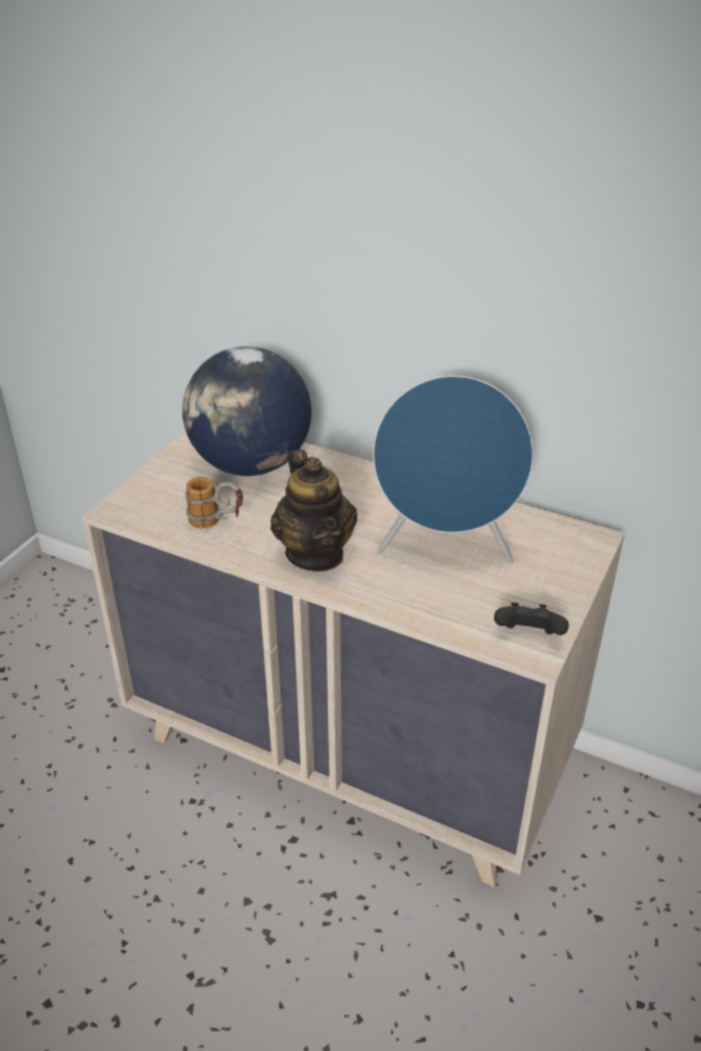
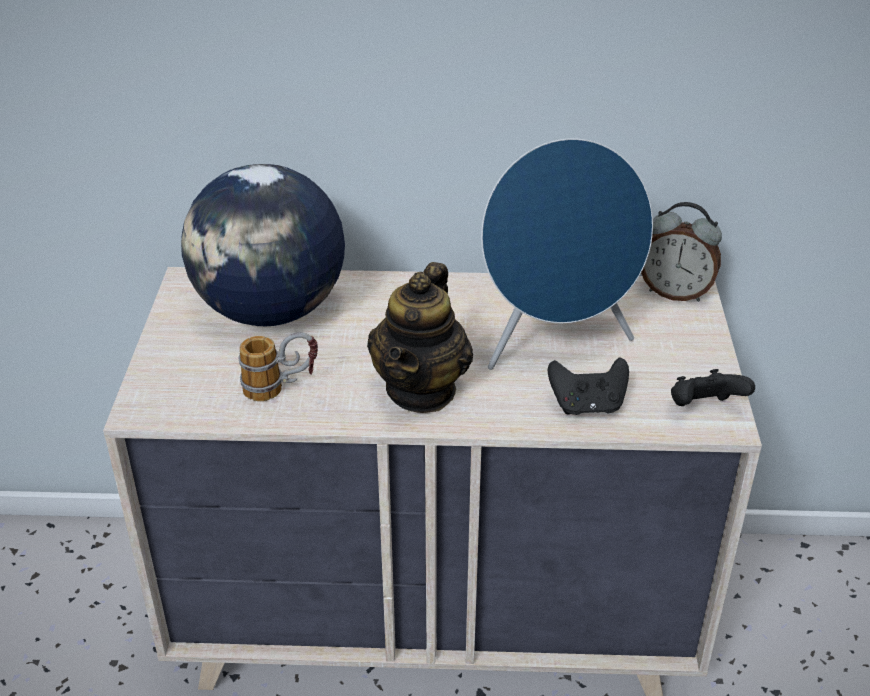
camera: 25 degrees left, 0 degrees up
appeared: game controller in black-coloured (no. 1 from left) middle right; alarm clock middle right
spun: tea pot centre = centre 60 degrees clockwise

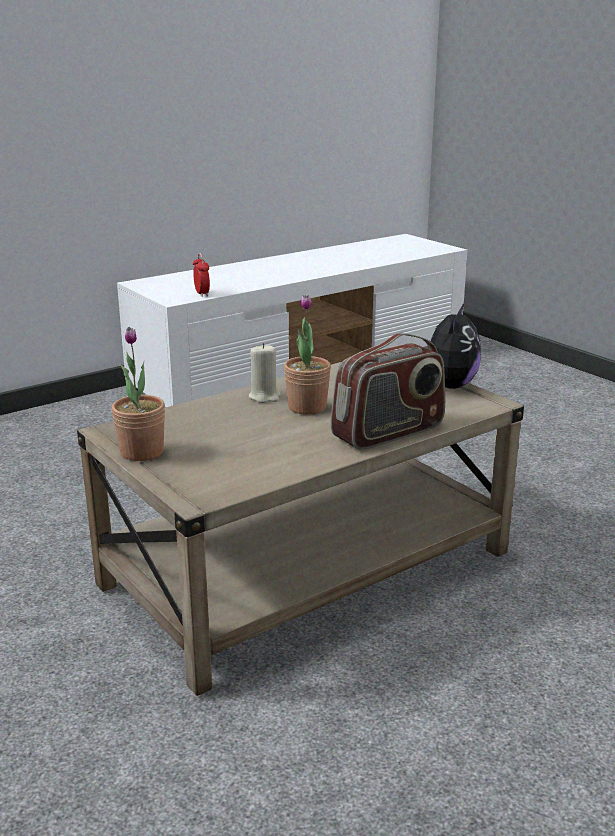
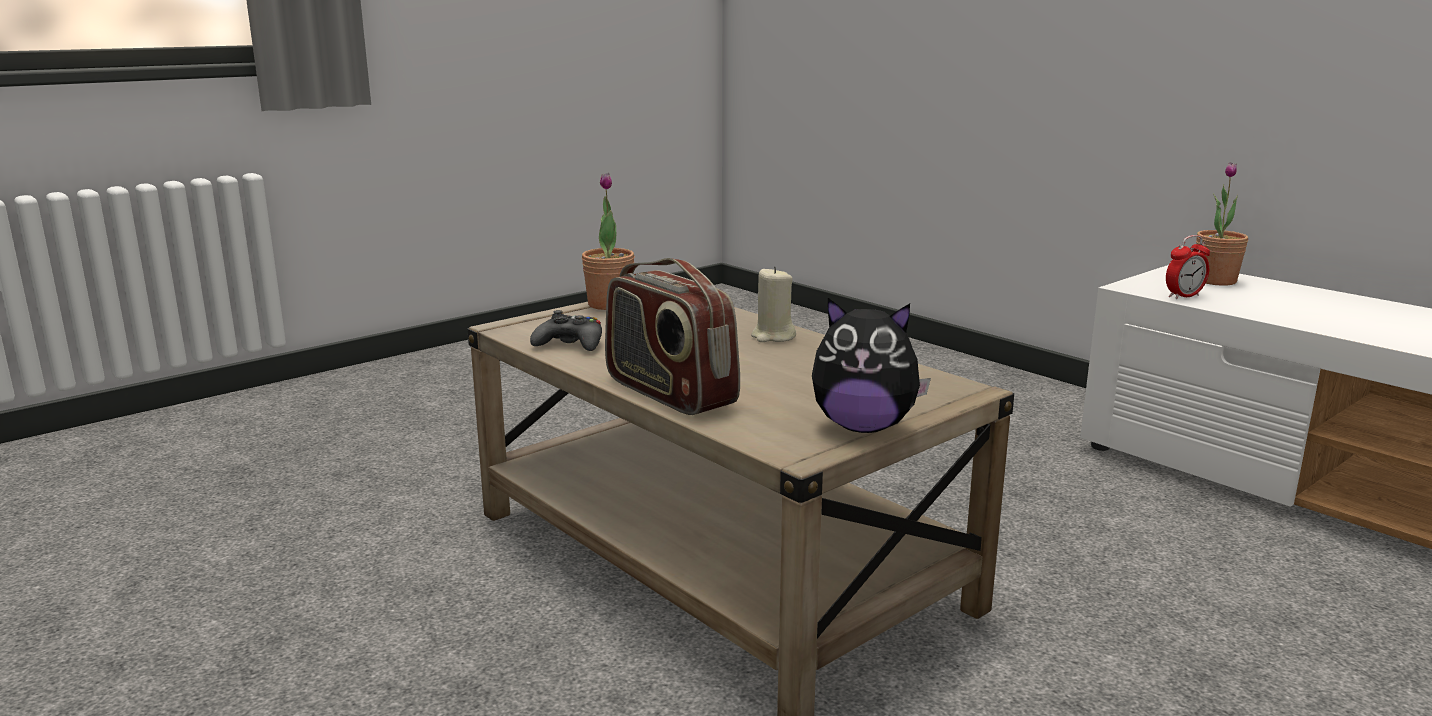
camera: 85 degrees right, 5 degrees down
appeared: game controller in black-coloured centre
relocated: potted plant (no. 2 from left) centre to top right

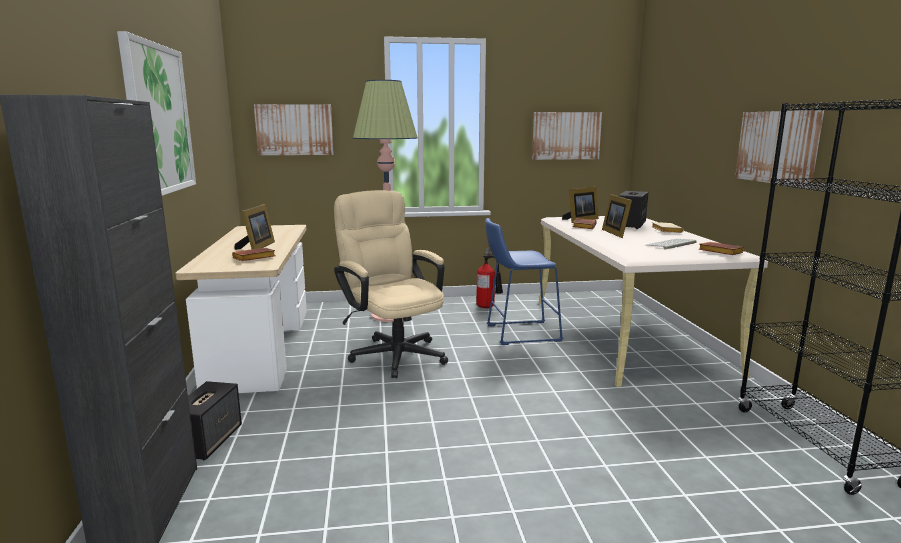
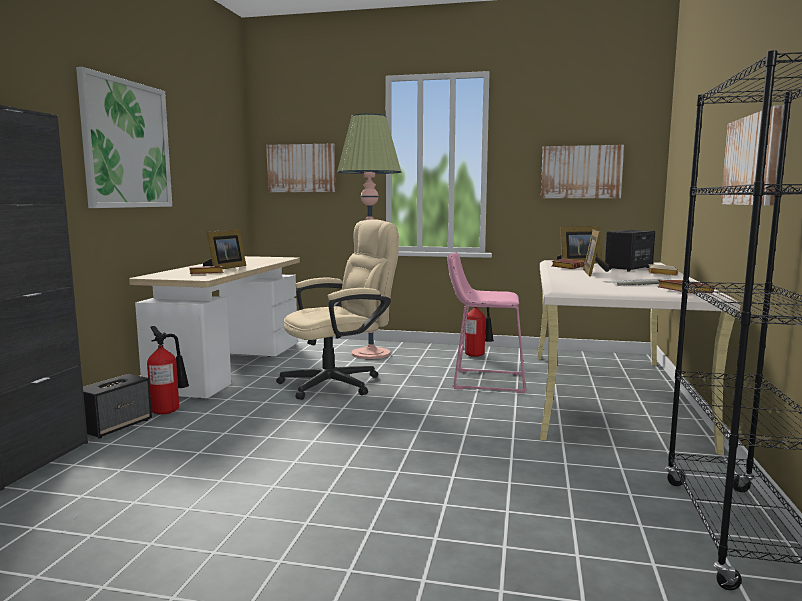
camera: 20 degrees right, 5 degrees down
appeared: fire-fighting cylinder (no. 1 from left) middle left
colour: sitting stool in blue centre to sitting stool in pinkish centre
spun: desk chair in beige-coloured centre = centre 75 degrees clockwise

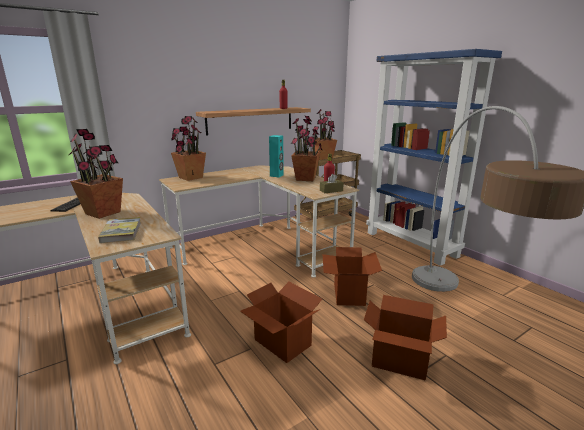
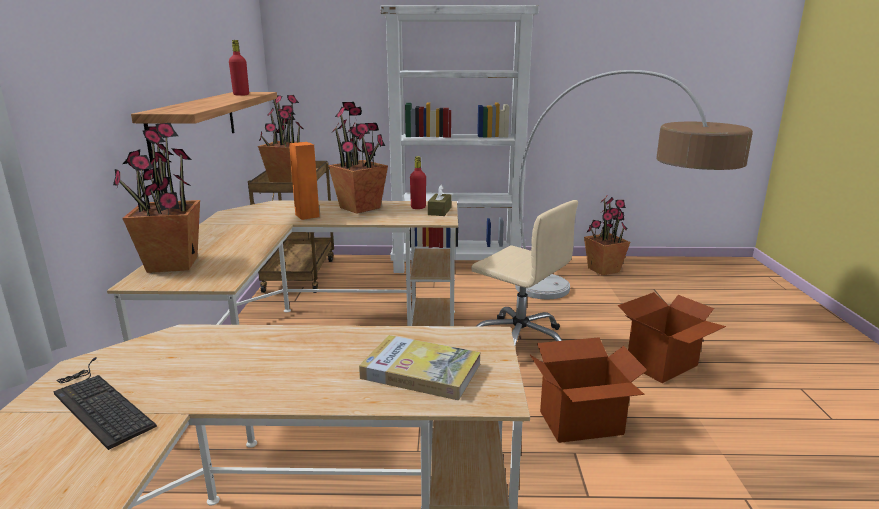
camera: 55 degrees left, 0 degrees up
relocated: potted plant (no. 1 from left in the first image) middle left to potted plant (no. 4 from left) middle right
exchanged: carton (no. 2 from left) centre to desk chair in beige-coloured centre
colour: audio speaker in blue-green centre to audio speaker in orange centre; bookshelf in blue middle right to bookshelf in whitish top centre

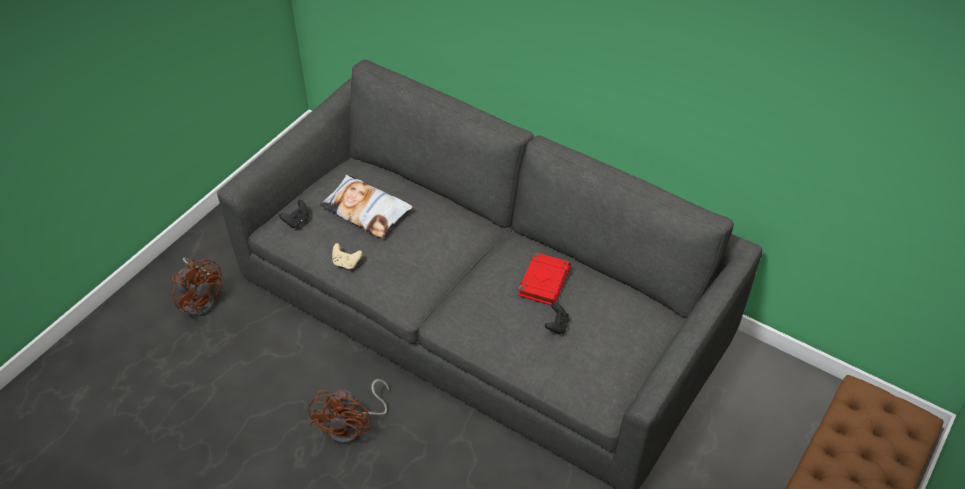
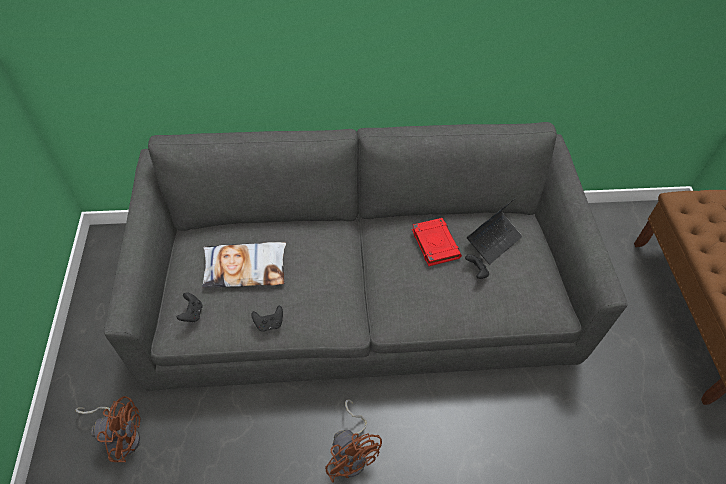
camera: 40 degrees left, 5 degrees up
appeared: portable computer middle right
colour: game controller in beige-coloured centre to game controller in black-coloured (no. 2 from left) centre

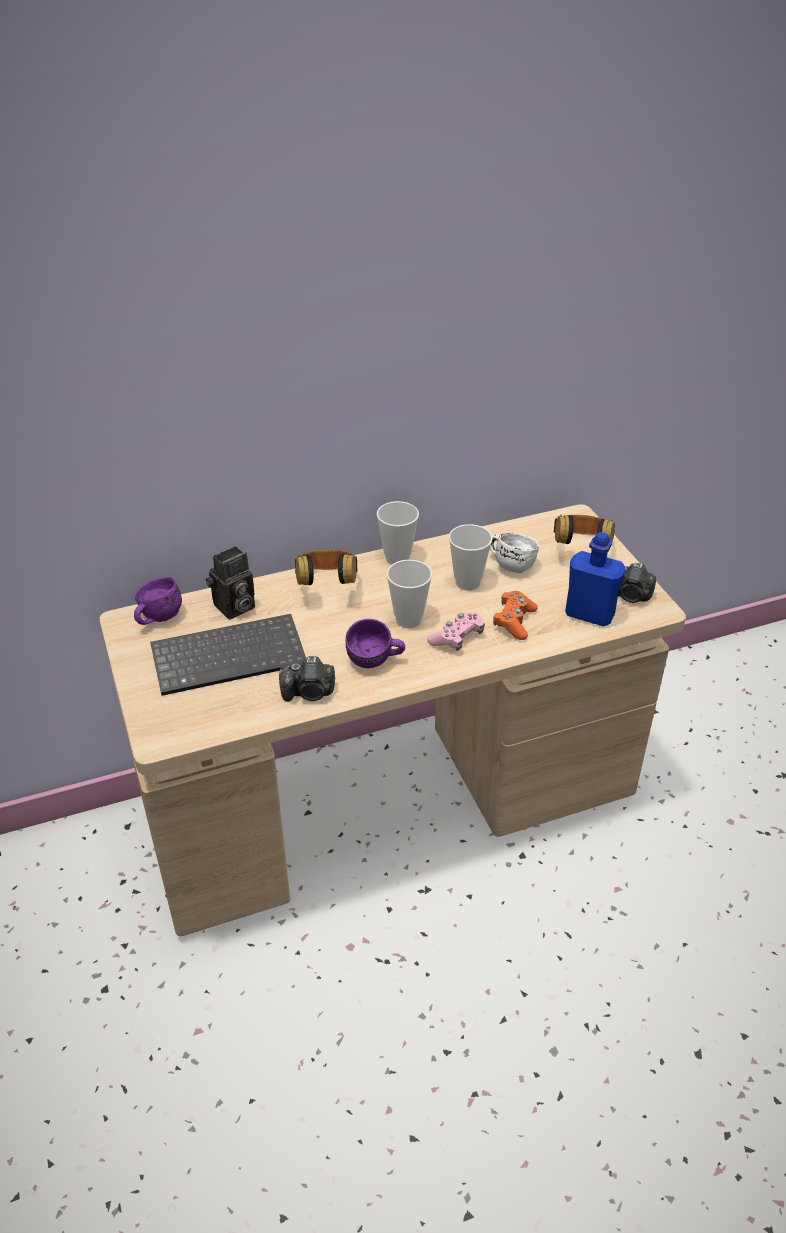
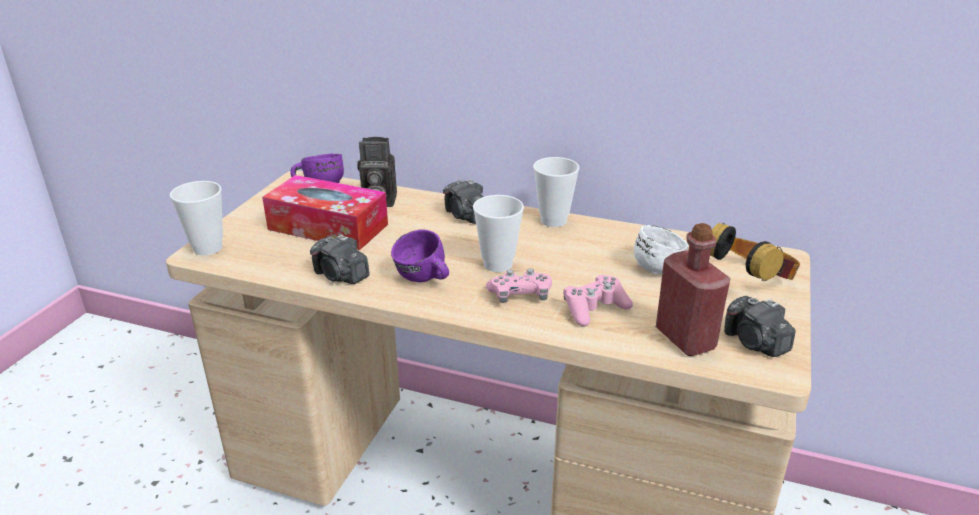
camera: 40 degrees right, 10 degrees down
relocated: cup (no. 3 from left in the first image) centre to cup (no. 1 from left) middle left
exchanged: keyboard middle left to tissue box middle left; headset (no. 1 from left) centre to still camera (no. 3 from left) centre
colour: game controller in orange centre to game controller in pinkish (no. 2 from left) centre; bottle in blue middle right to bottle in red middle right

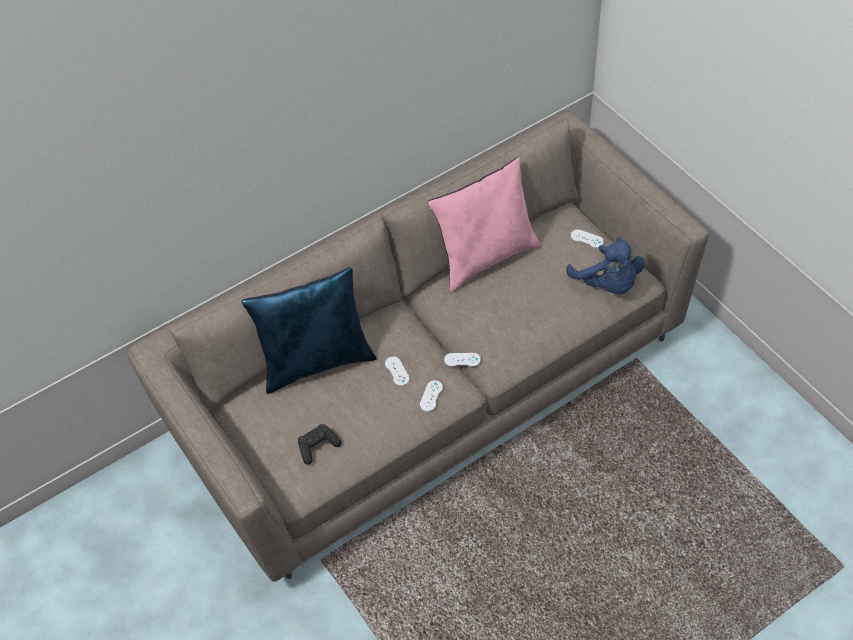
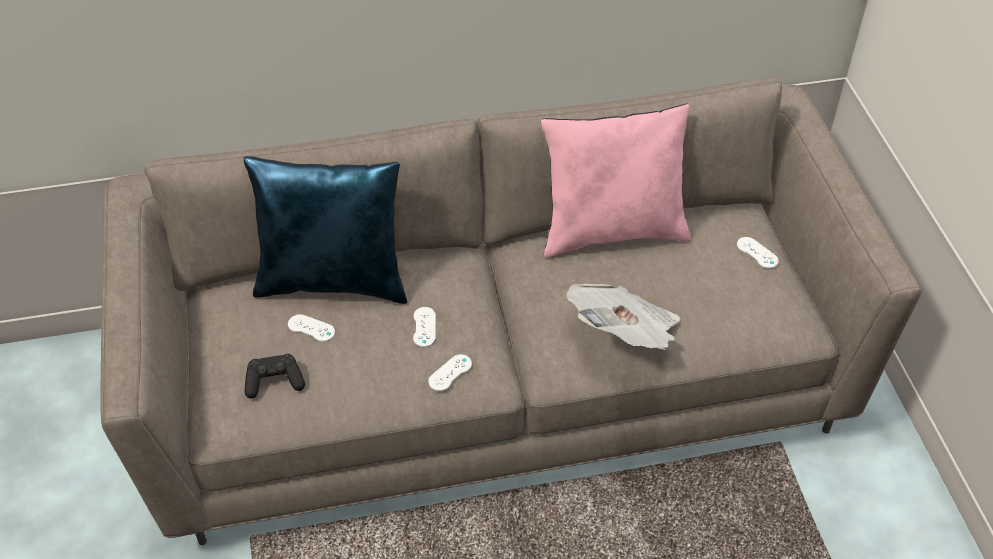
camera: 20 degrees right, 5 degrees down
missing: soft toy in blue middle right
appeared: daily paper centre
relocated: game controller in whitish (no. 3 from left in the first image) centre to game controller in whitish (no. 1 from left) middle left

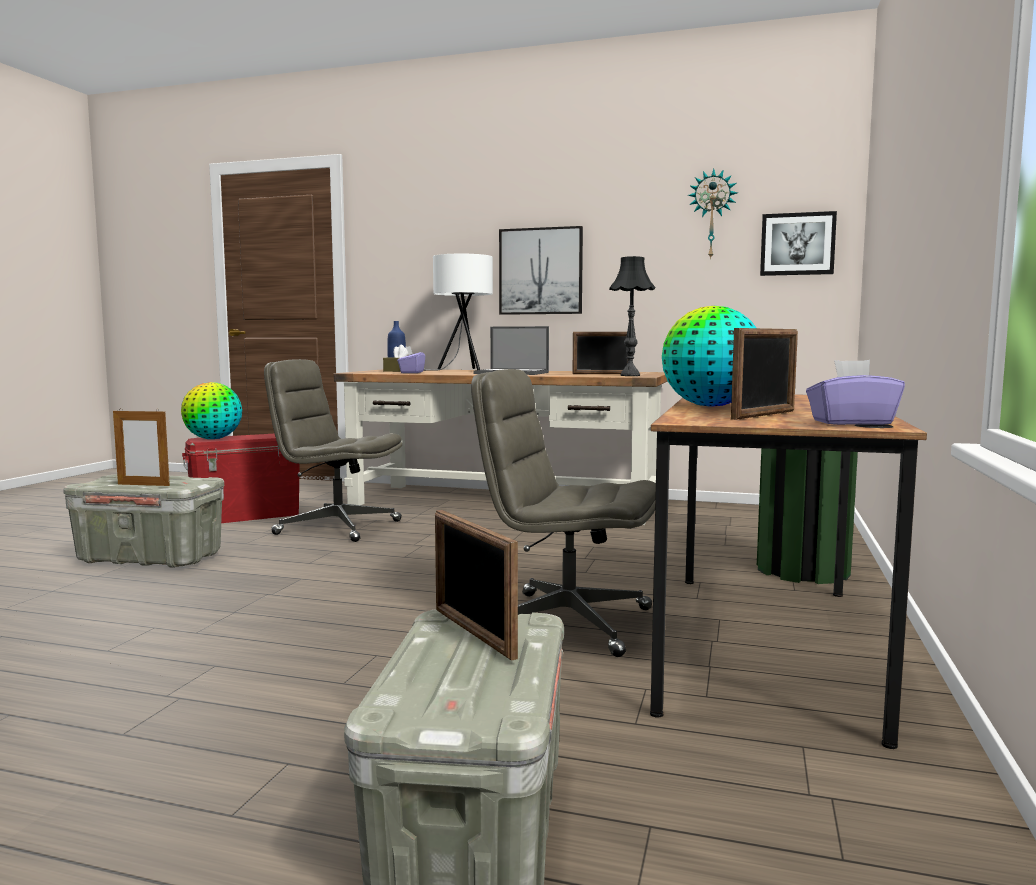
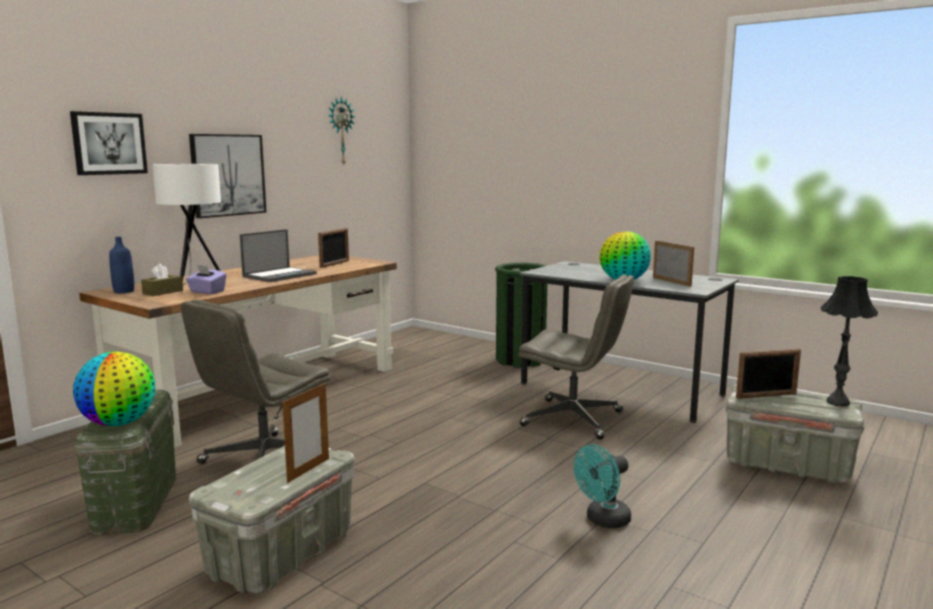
camera: 70 degrees left, 5 degrees up
missing: tissue box in purple (no. 2 from left) middle right
appeared: fan in blue-green bottom centre
relocated: lamp for a table in black-coloured centre to middle right; wall picture (no. 2 from left in the first image) top right to wall picture (no. 1 from left) top left
colour: storage box in red middle left to storage box in green-coloured bottom left; desk in brown (no. 2 from left) middle right to desk in greyish middle right
spun: desk chair in greyish (no. 2 from left) centre = centre 105 degrees counterclockwise

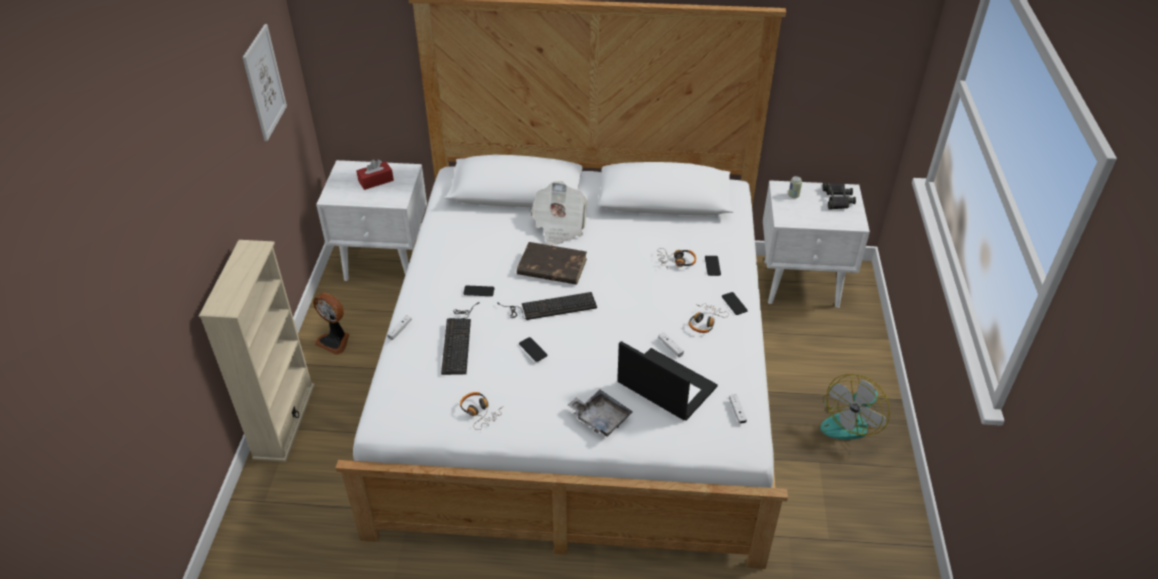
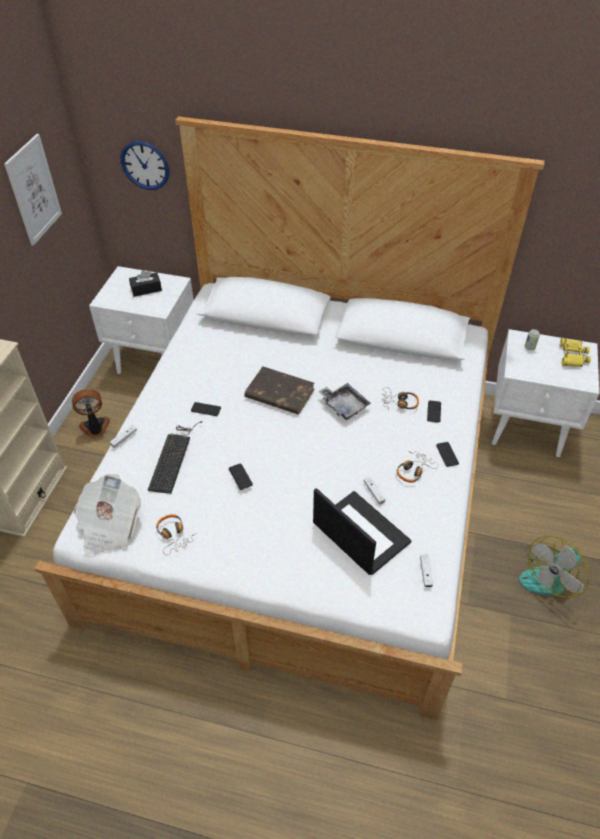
camera: 10 degrees right, 5 degrees up
missing: keyboard (no. 2 from left) centre
appeared: wall clock top left
relocated: daily paper centre to middle left; carrying tray in greyish bottom centre to centre
colour: tissue box in red top left to tissue box in black-coloured middle left; binoculars in black-coloured middle right to binoculars in yellow-coloured middle right
spun: fan (no. 1 from left) middle left = middle left 120 degrees clockwise

